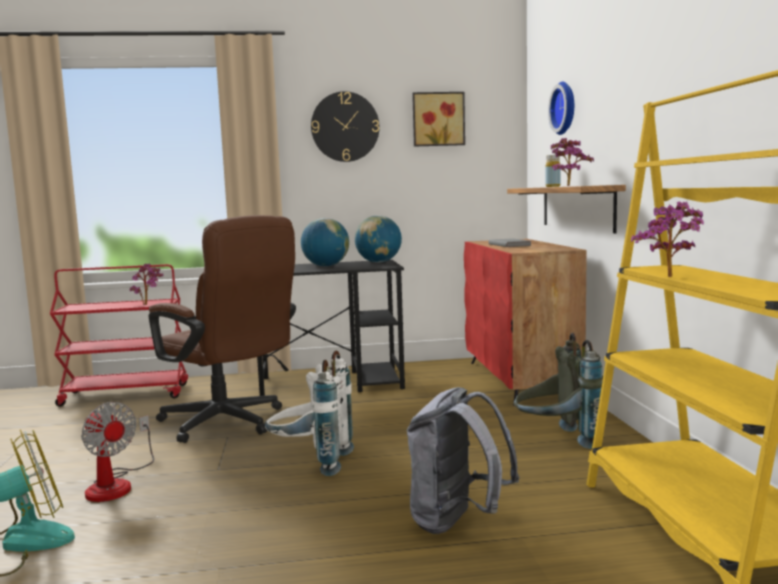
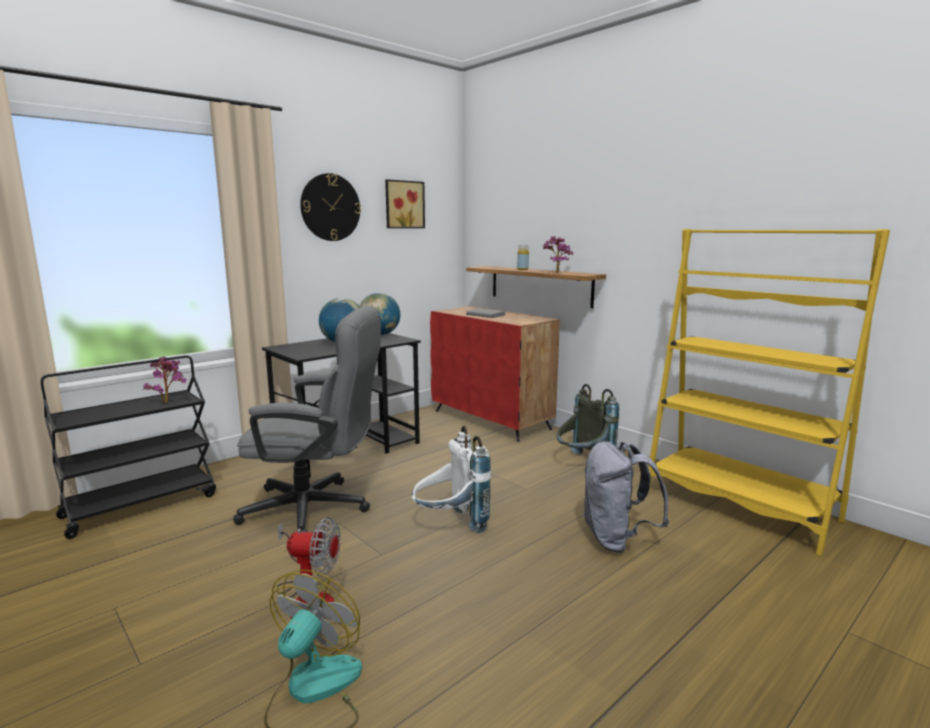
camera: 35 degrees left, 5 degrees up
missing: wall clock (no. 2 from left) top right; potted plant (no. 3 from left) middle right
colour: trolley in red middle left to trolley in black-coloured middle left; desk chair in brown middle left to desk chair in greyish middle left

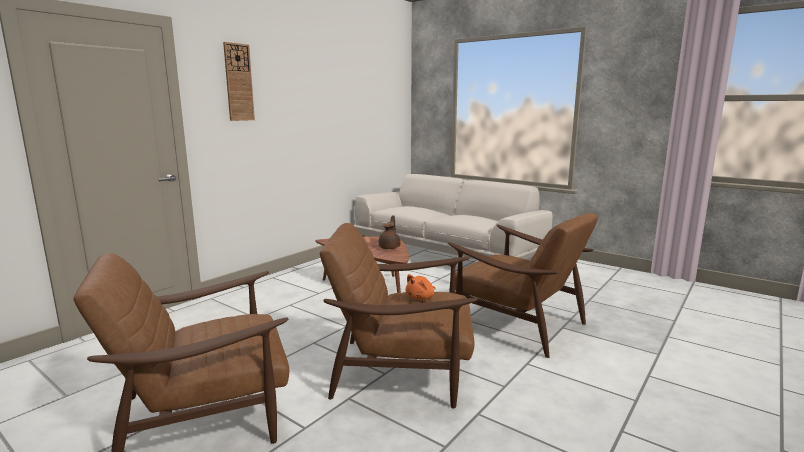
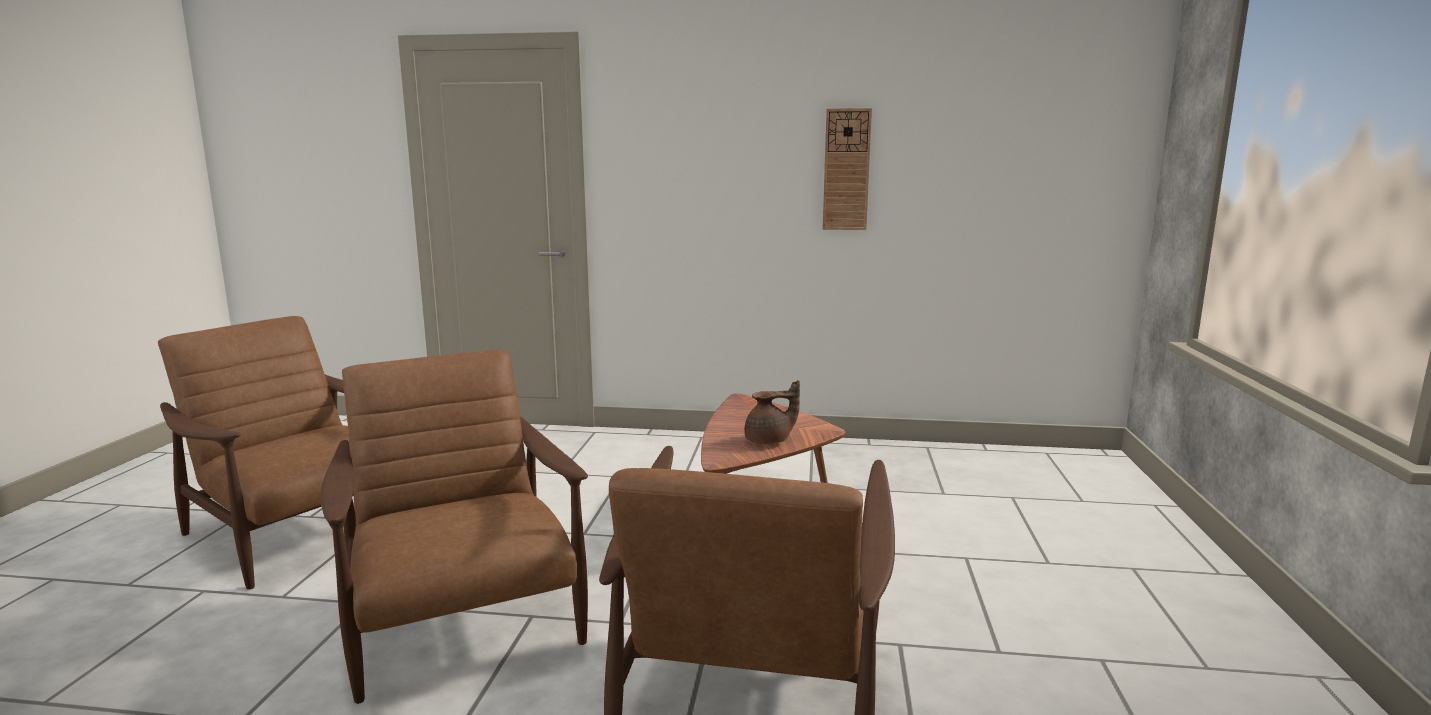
camera: 60 degrees right, 0 degrees up
missing: couch in whitish centre; soft toy in orange centre
relocated: wall clock top left to top centre

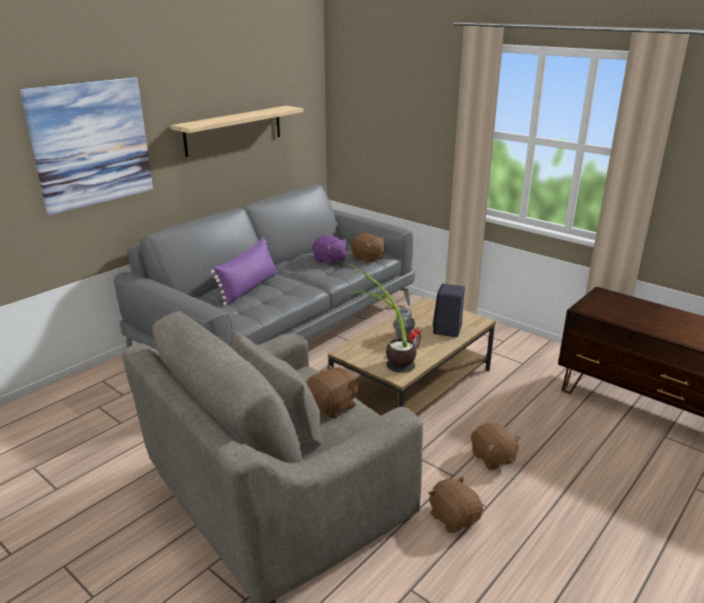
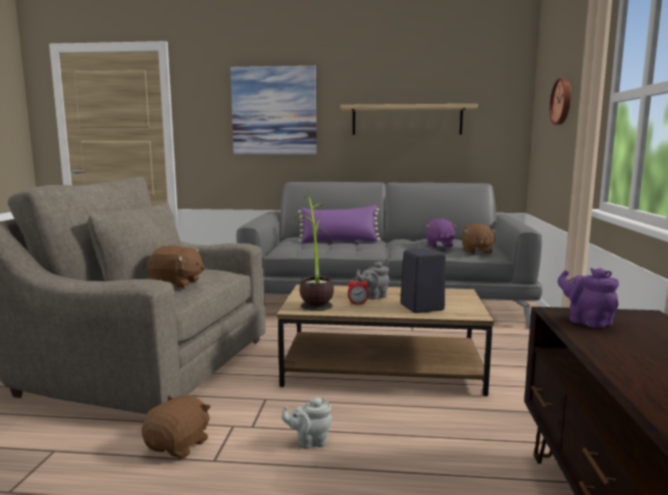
camera: 55 degrees right, 15 degrees down
appeared: wall clock top right; tea pot in purple middle right
exchanged: soft toy in brown (no. 4 from left) bottom right to tea pot in greyish (no. 1 from left) bottom centre

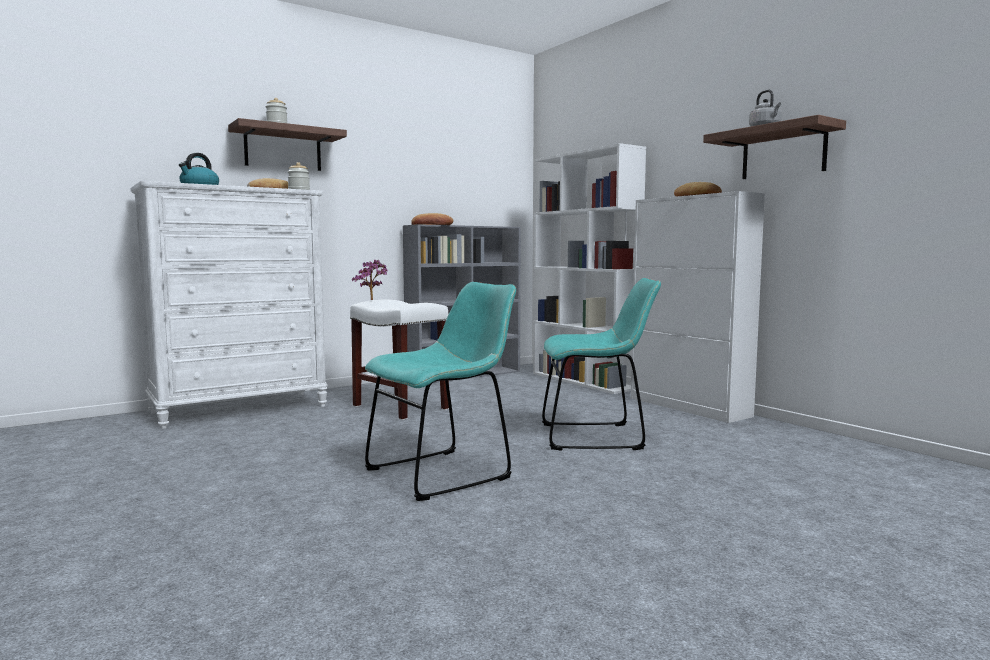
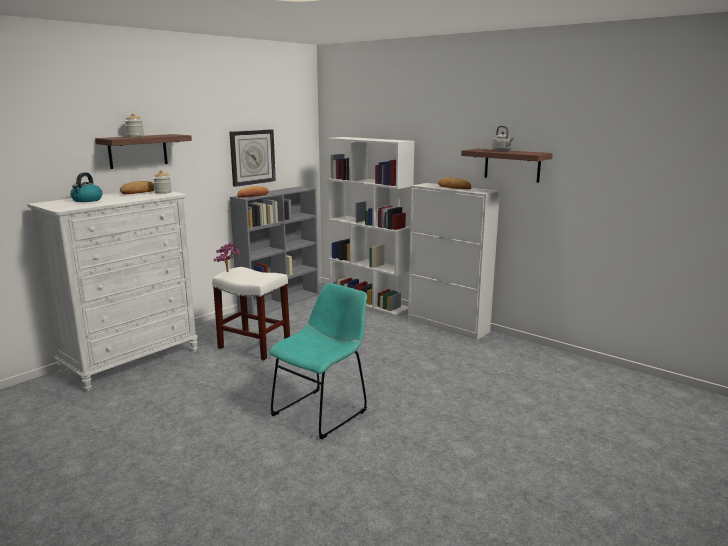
camera: 15 degrees left, 10 degrees up
missing: chair in blue-green (no. 2 from left) centre
appeared: wall clock top centre

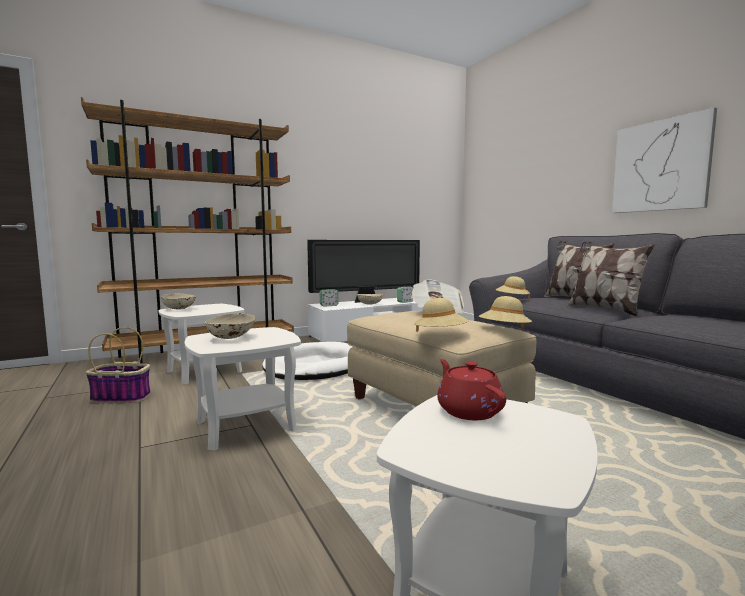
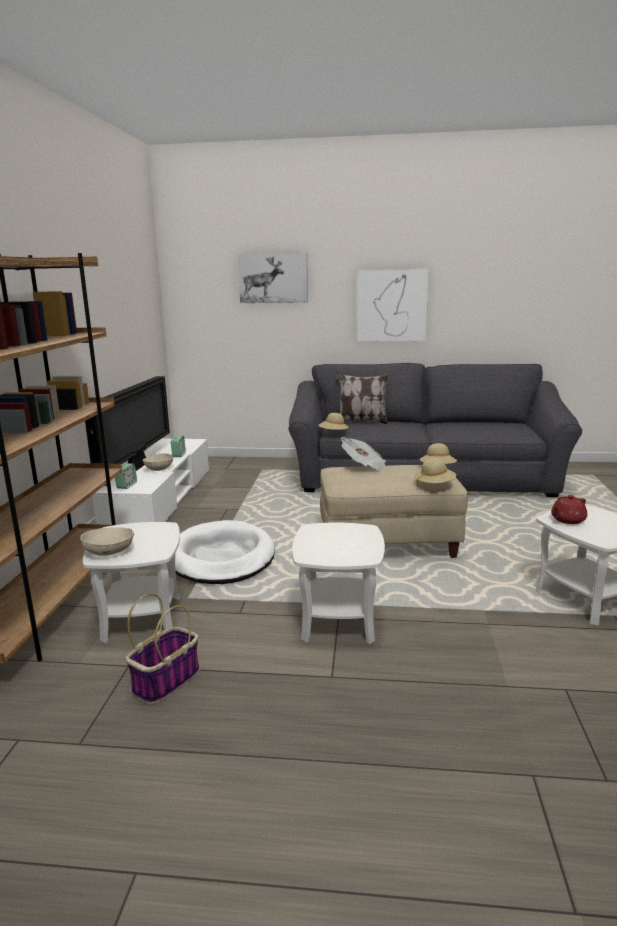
camera: 55 degrees left, 10 degrees up
missing: deep dish in beige-coloured (no. 2 from left) middle left; cushion (no. 2 from left) middle right
appeared: wall picture (no. 1 from left) top centre
spun: tea pot in red centre = middle right 45 degrees counterclockwise

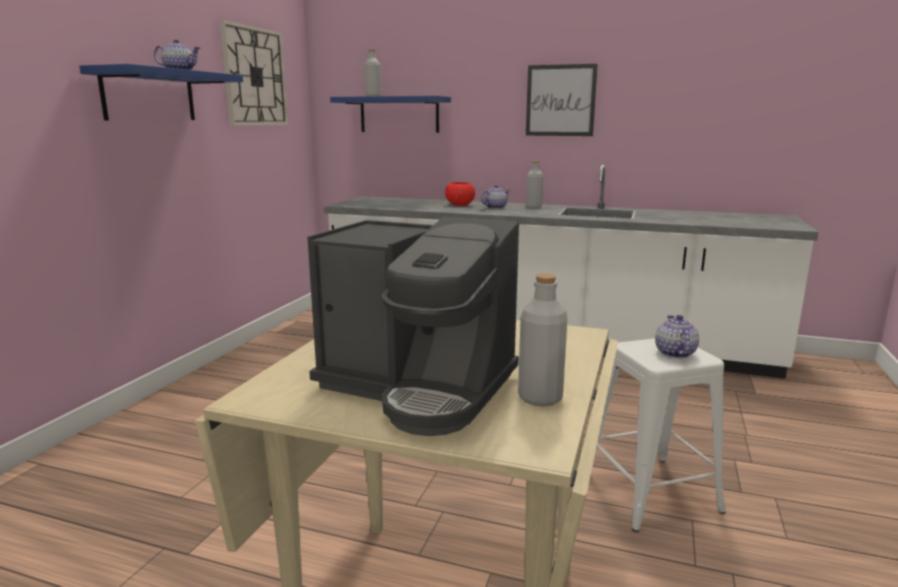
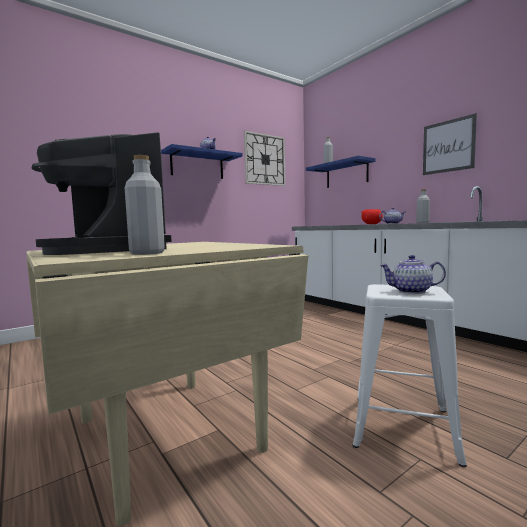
camera: 35 degrees right, 10 degrees down
spun: tea pot (no. 3 from left) middle right = middle right 120 degrees counterclockwise

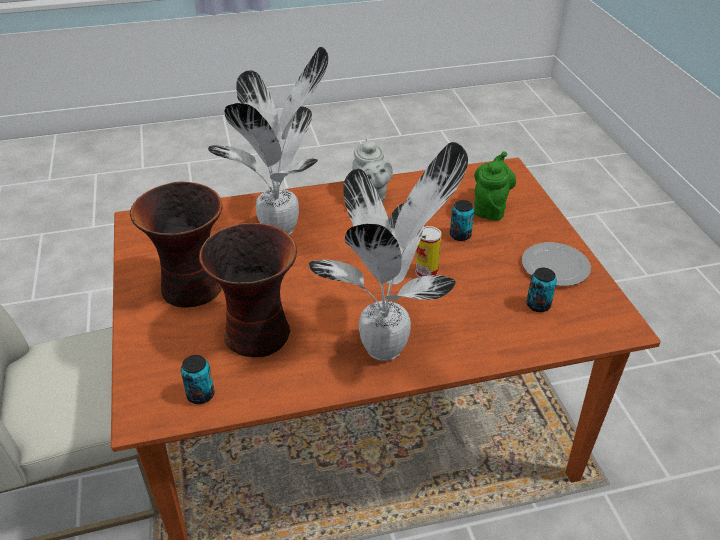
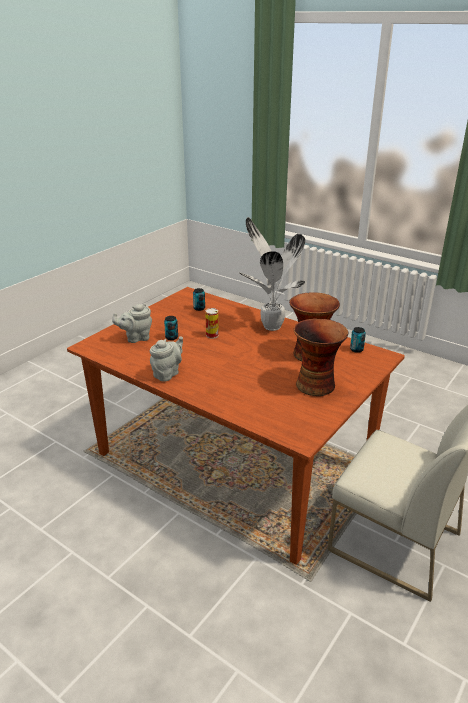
camera: 130 degrees left, 10 degrees down
missing: potted plant (no. 1 from left) top centre; plate middle right
colour: tea pot in green-coloured middle right to tea pot in greyish (no. 1 from left) middle left

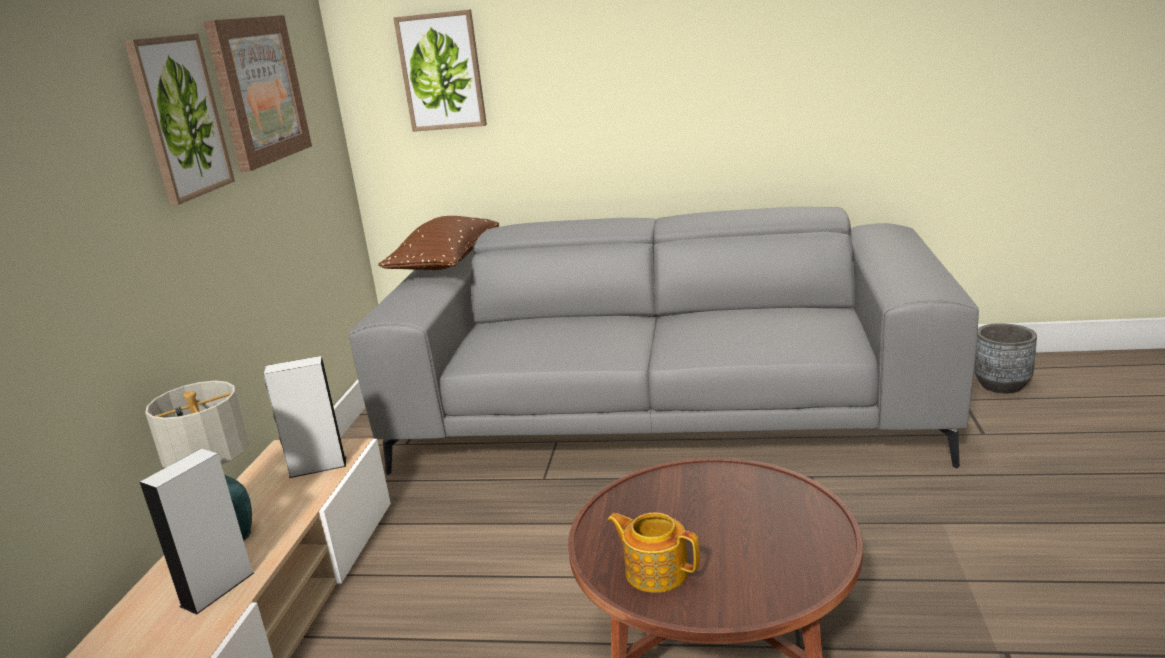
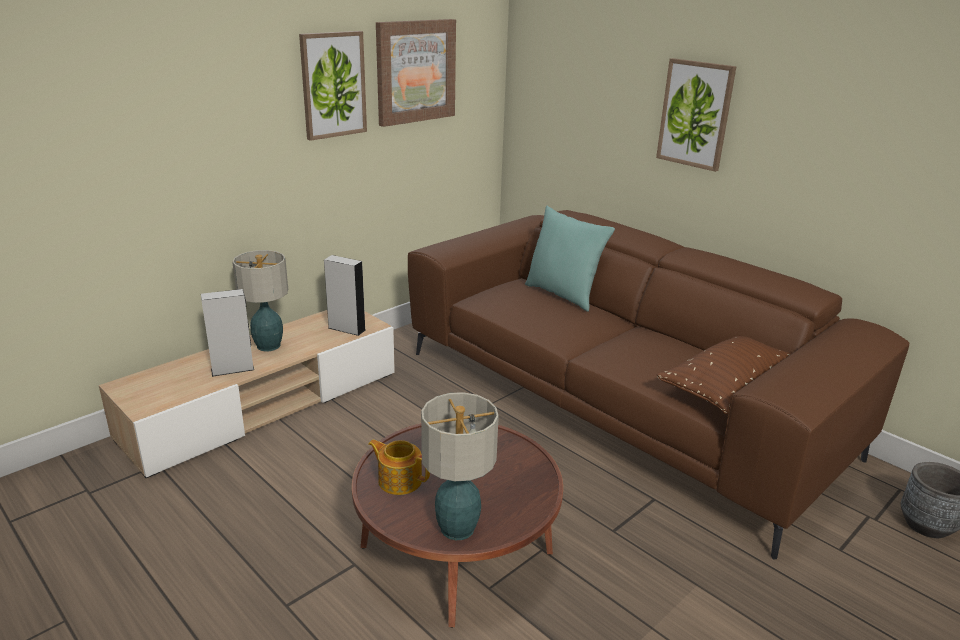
camera: 35 degrees right, 5 degrees up
appeared: lamp for a table (no. 2 from left) bottom centre; cushion in blue-green centre
relocated: cushion in brown centre to middle right; wall picture (no. 3 from left) top centre to top right
colour: couch in greyish centre to couch in brown middle right
spun: tea pot bottom centre = bottom centre 45 degrees counterclockwise

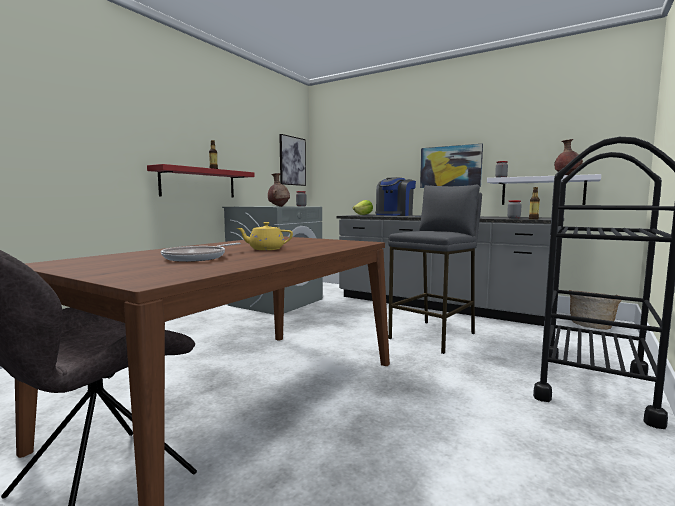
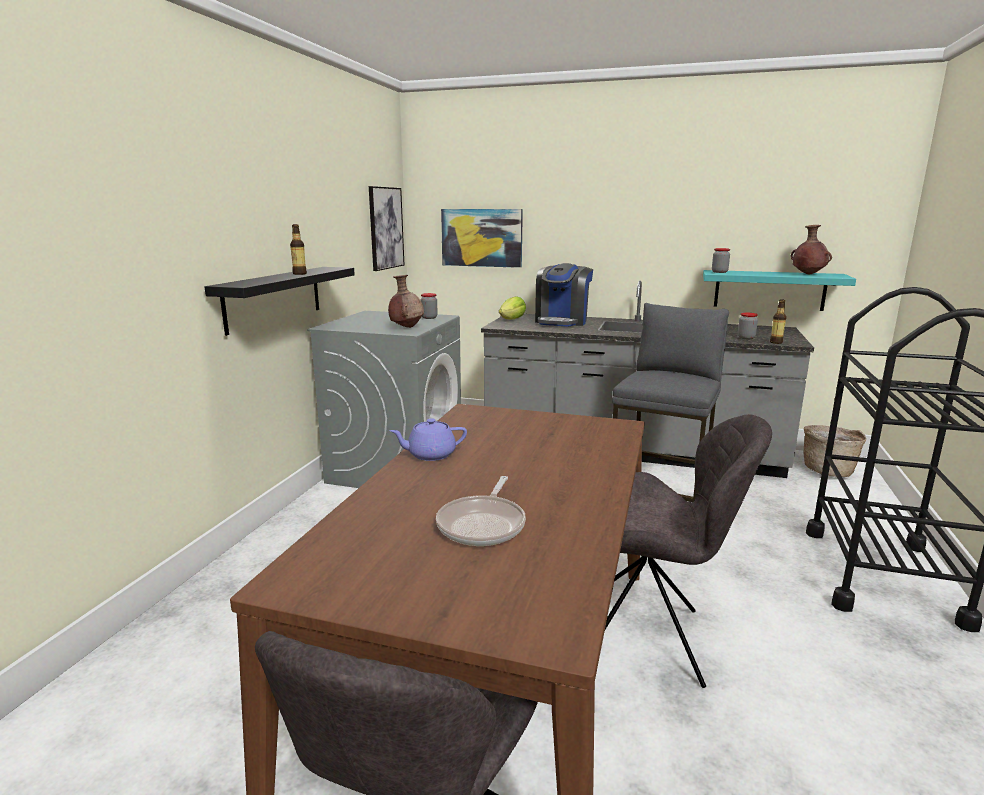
camera: 15 degrees left, 10 degrees up
missing: tea pot in yellow-coloured centre
appeared: tea pot in purple centre; chair in greyish (no. 2 from left) bottom right
relocated: wall picture (no. 2 from left) top right to top centre
colour: bracket shelf in red middle left to bracket shelf in black-coloured middle left; bracket shelf in whitish middle right to bracket shelf in blue-green middle right

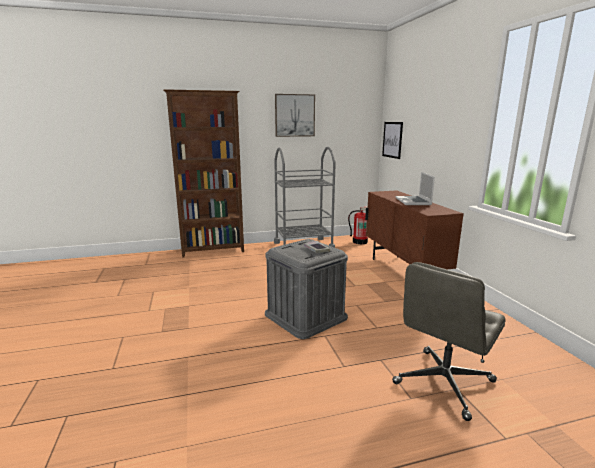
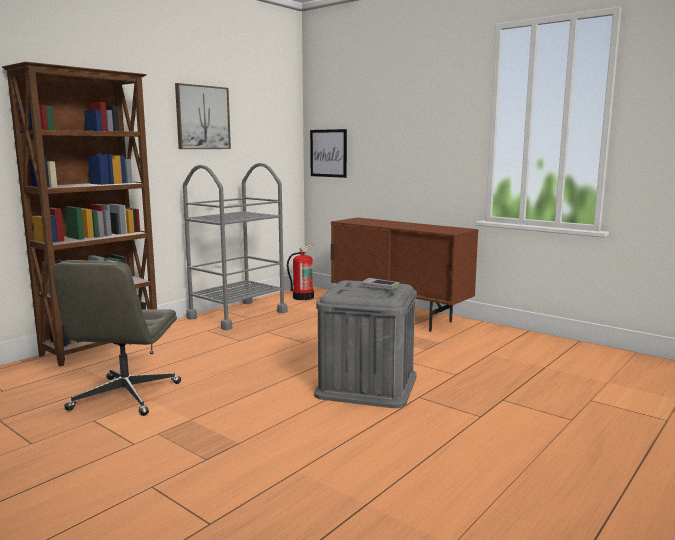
camera: 35 degrees left, 5 degrees down
missing: portable computer middle right
relocated: desk chair in greyish bottom right to middle left

